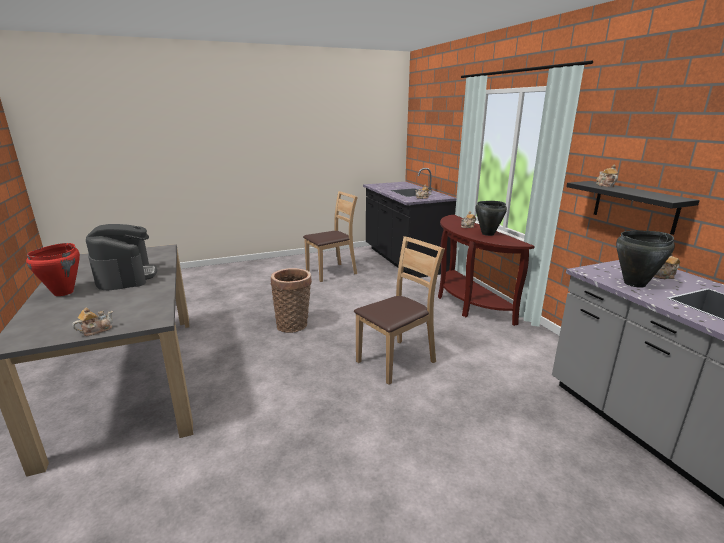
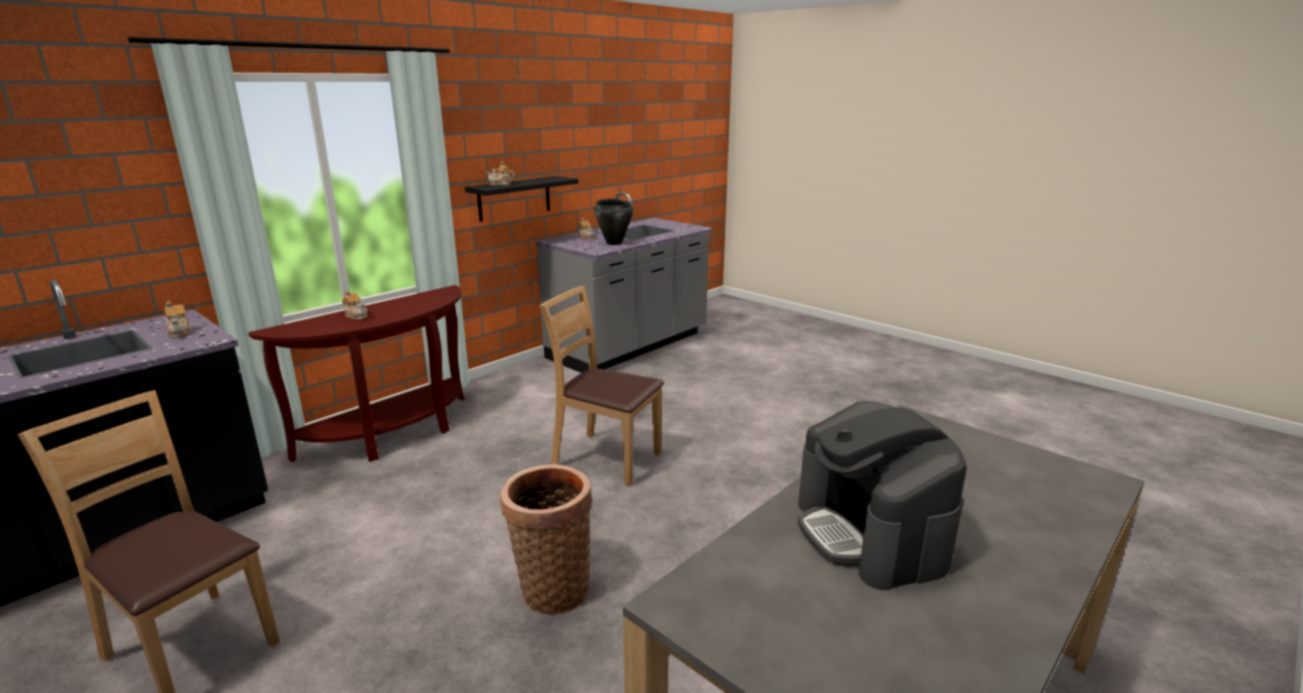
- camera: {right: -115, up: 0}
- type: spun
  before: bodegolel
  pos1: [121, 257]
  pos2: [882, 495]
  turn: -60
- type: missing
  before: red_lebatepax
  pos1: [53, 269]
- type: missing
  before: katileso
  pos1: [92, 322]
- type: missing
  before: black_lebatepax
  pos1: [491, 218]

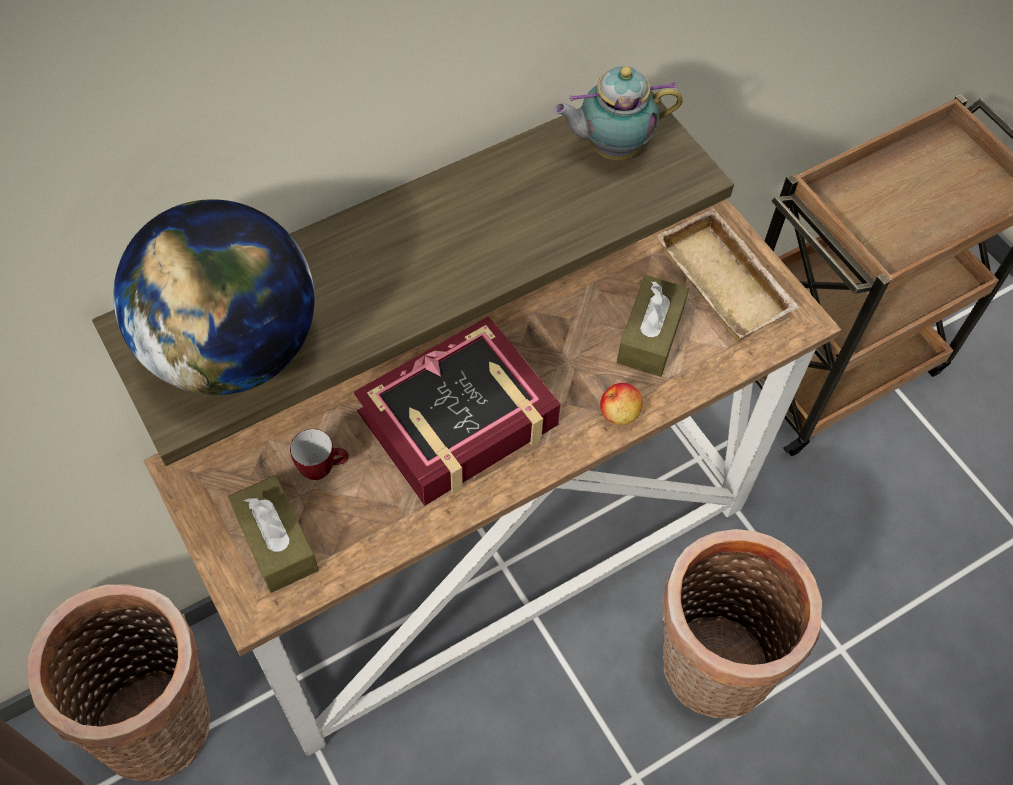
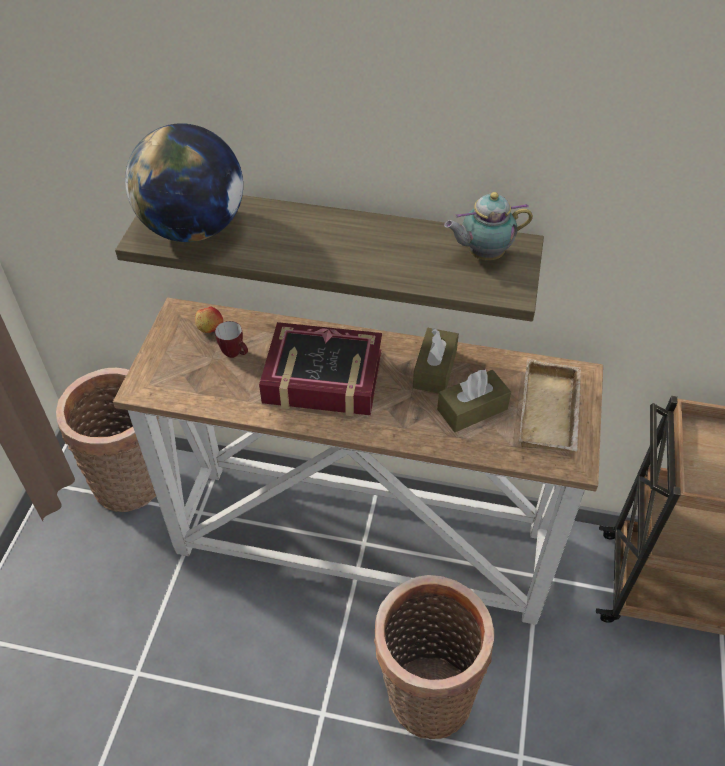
- camera: {right: 45, up: -10}
- type: relocated
  before: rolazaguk
  pos1: [621, 404]
  pos2: [209, 320]
- type: relocated
  before: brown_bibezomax
  pos1: [273, 534]
  pos2: [436, 361]
- type: spun
  before: katileso
  pos1: [618, 113]
  pos2: [488, 226]
  turn: -45

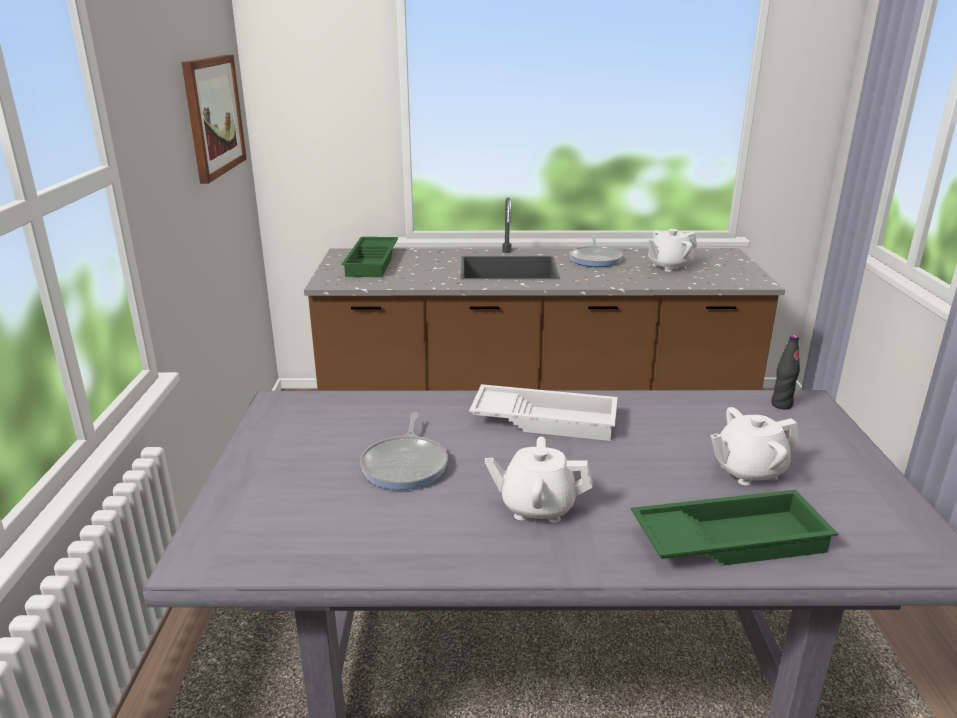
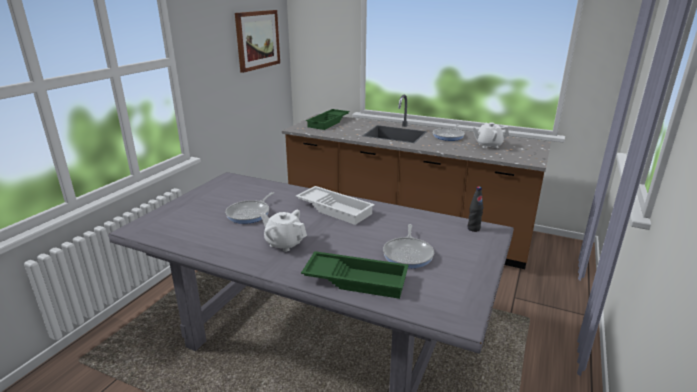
- camera: {right: 25, up: 0}
- type: exchanged
  before: white_katileso
  after: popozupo
  pos1: [754, 446]
  pos2: [408, 246]

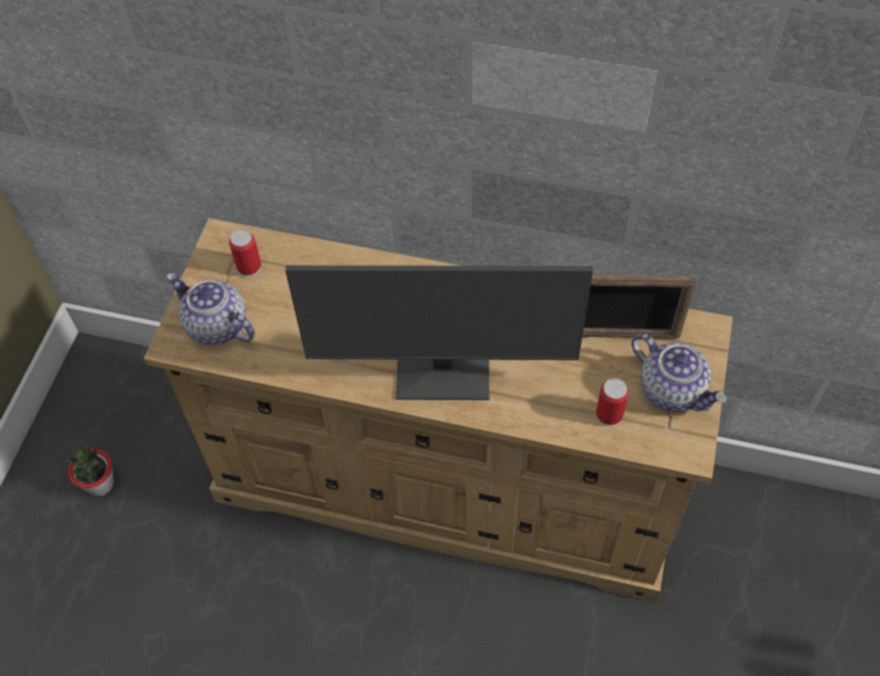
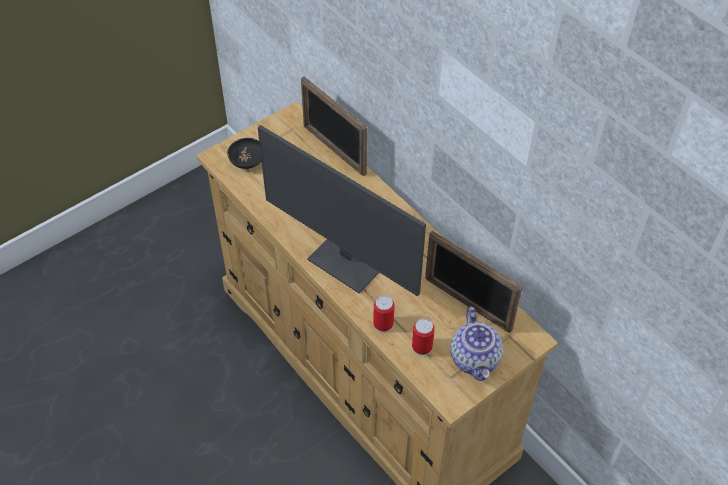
- camera: {right: 35, up: -5}
- type: exchanged
  before: katileso
  after: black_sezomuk
  pos1: [211, 309]
  pos2: [244, 153]
- type: appeared
  after: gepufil
  pos2: [334, 126]
- type: relocated
  before: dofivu
  pos1: [245, 253]
  pos2: [384, 314]
- type: missing
  before: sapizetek
  pos1: [90, 470]

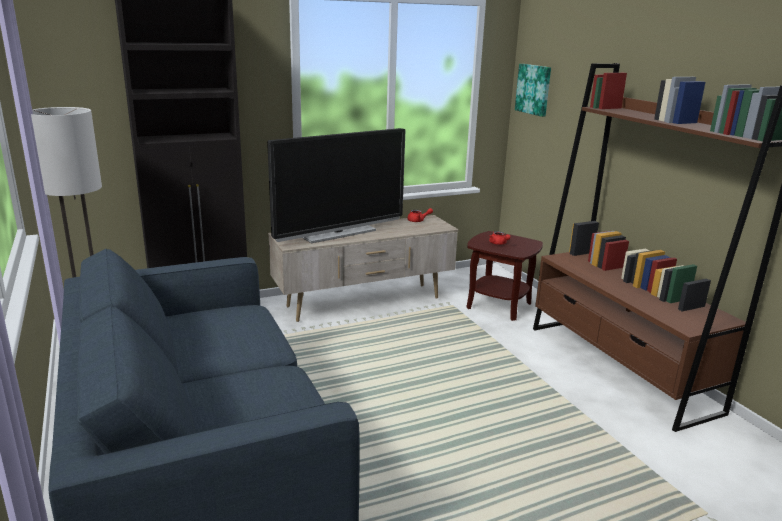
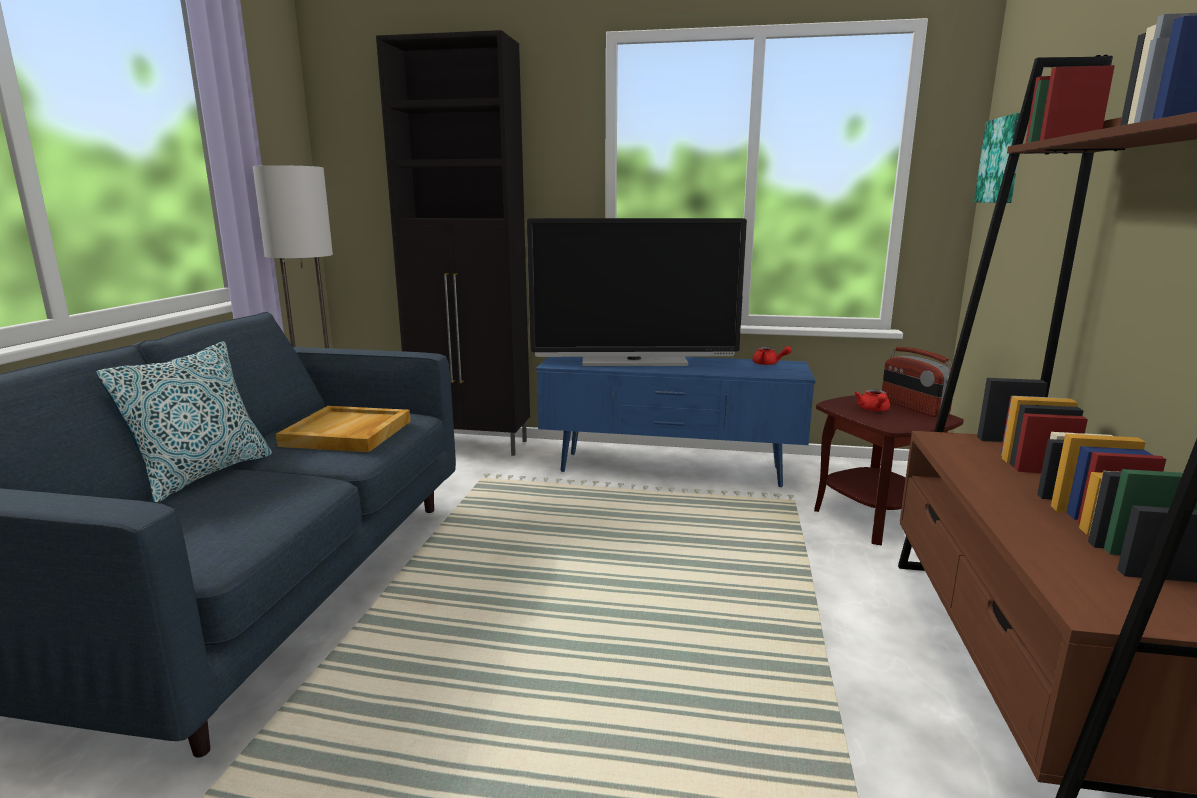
- camera: {right: 35, up: -5}
- type: appeared
  after: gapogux
  pos2: [184, 421]
- type: appeared
  after: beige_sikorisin
  pos2: [343, 429]
- type: colour
  before: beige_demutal
  after: blue_demutal
  pos1: [363, 268]
  pos2: [676, 422]
- type: appeared
  after: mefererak
  pos2: [917, 382]

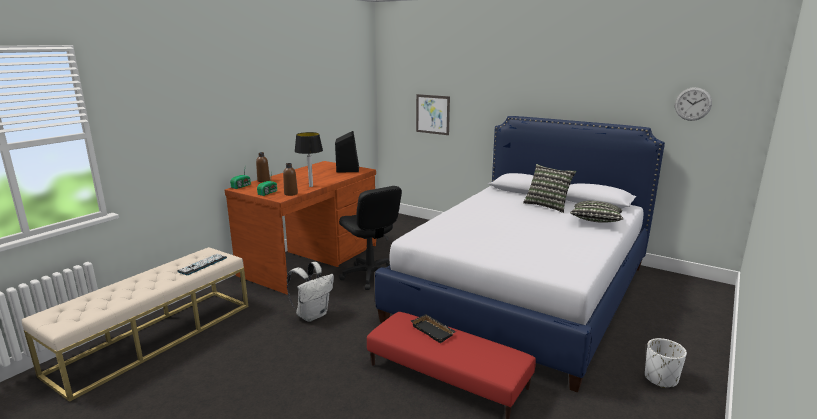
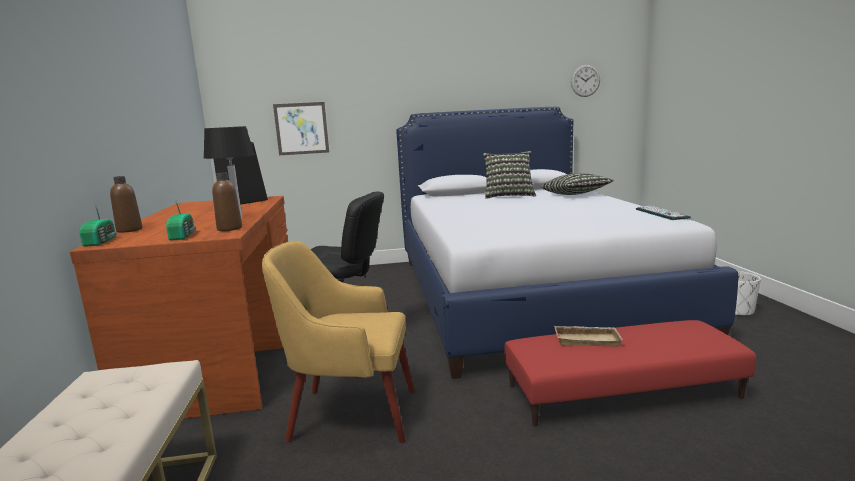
- camera: {right: -40, up: -5}
- type: exchanged
  before: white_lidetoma
  after: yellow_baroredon
  pos1: [310, 292]
  pos2: [338, 342]
- type: colour
  before: black_sikorisin
  after: beige_sikorisin
  pos1: [433, 328]
  pos2: [588, 336]
- type: relocated
  before: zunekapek
  pos1: [202, 264]
  pos2: [663, 213]

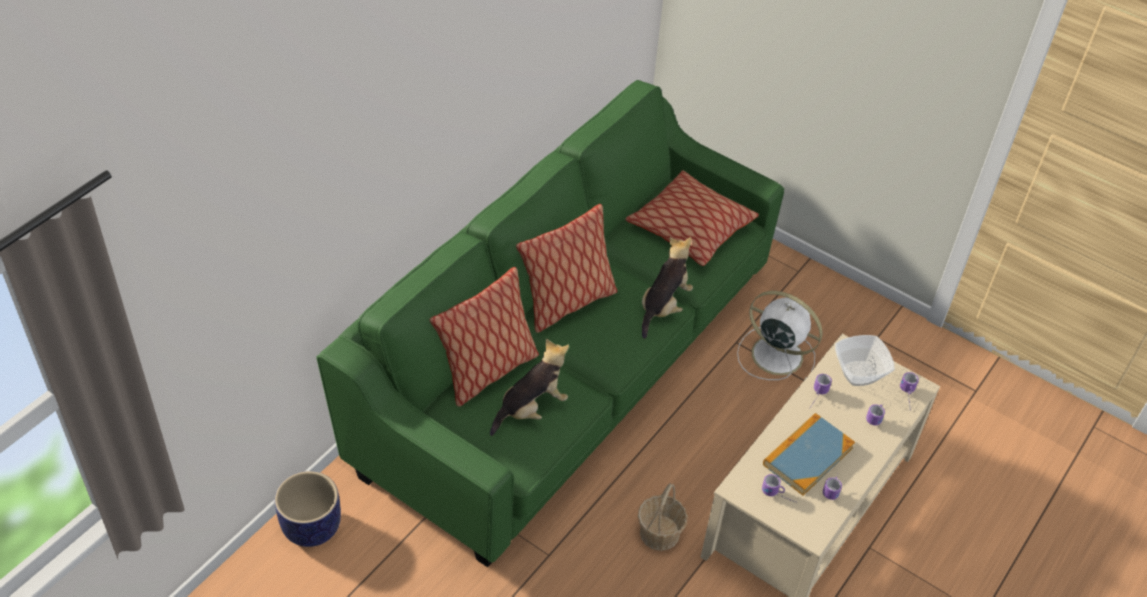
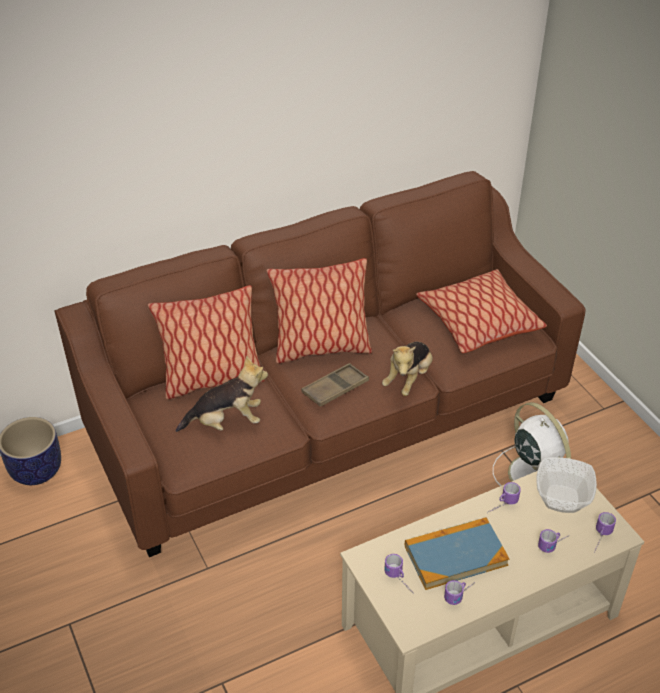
- camera: {right: 30, up: -5}
- type: colour
  before: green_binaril
  after: brown_binaril
  pos1: [550, 323]
  pos2: [320, 364]
- type: appeared
  after: brown_sikorisin
  pos2: [335, 385]
- type: spun
  before: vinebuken
  pos1: [667, 288]
  pos2: [407, 369]
  turn: 150
- type: missing
  before: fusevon
  pos1: [663, 517]

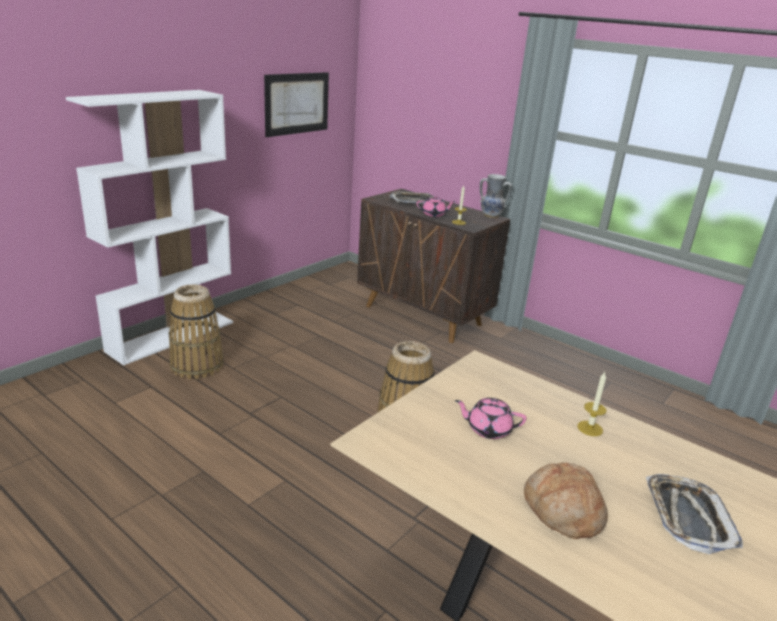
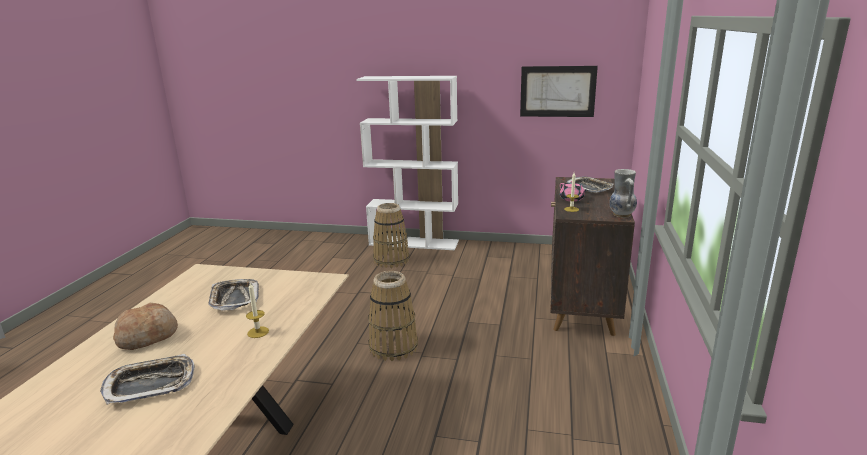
- camera: {right: 65, up: -5}
- type: exchanged
  before: pink_katileso
  after: sikorisin
  pos1: [491, 418]
  pos2: [234, 294]

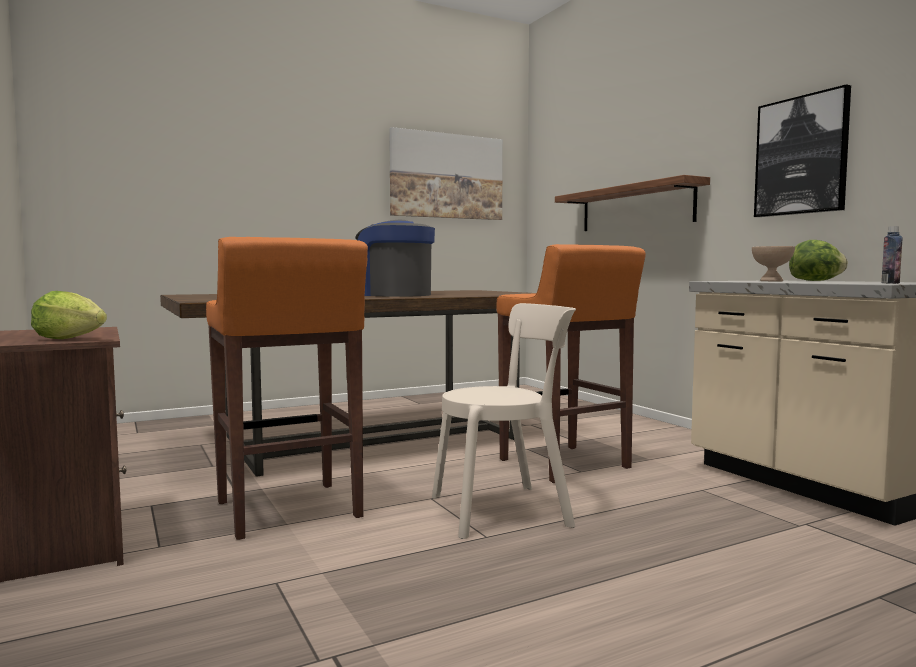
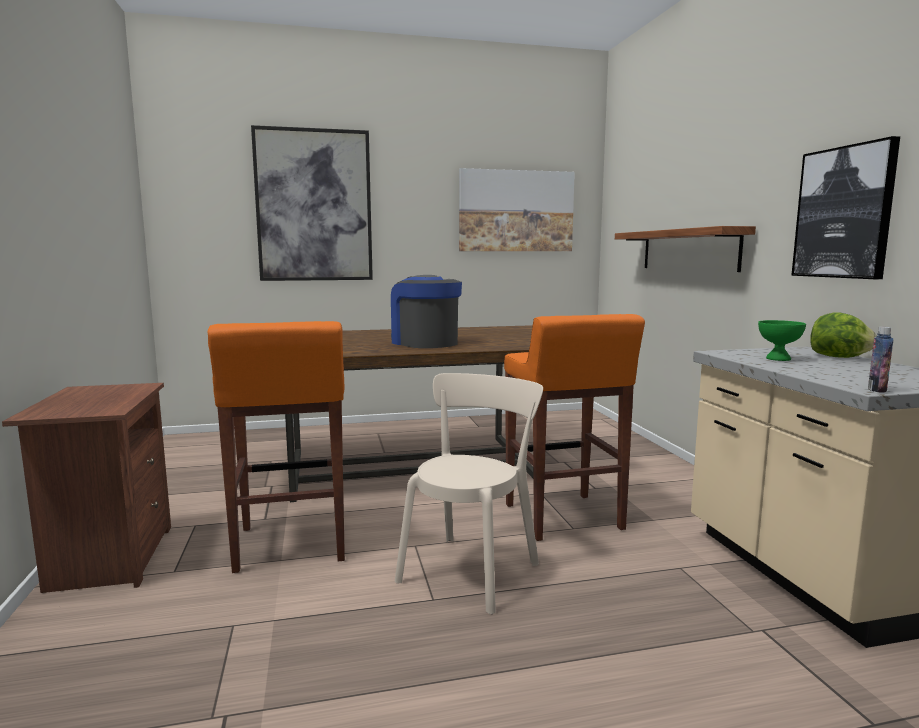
- camera: {right: 15, up: 5}
- type: appeared
  after: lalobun
  pos2: [312, 203]
- type: spun
  before: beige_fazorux
  pos1: [504, 421]
  pos2: [469, 493]
  turn: -60
- type: colour
  before: beige_sezomuk
  after: green_sezomuk
  pos1: [773, 263]
  pos2: [782, 340]
- type: missing
  before: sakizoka
  pos1: [69, 315]

